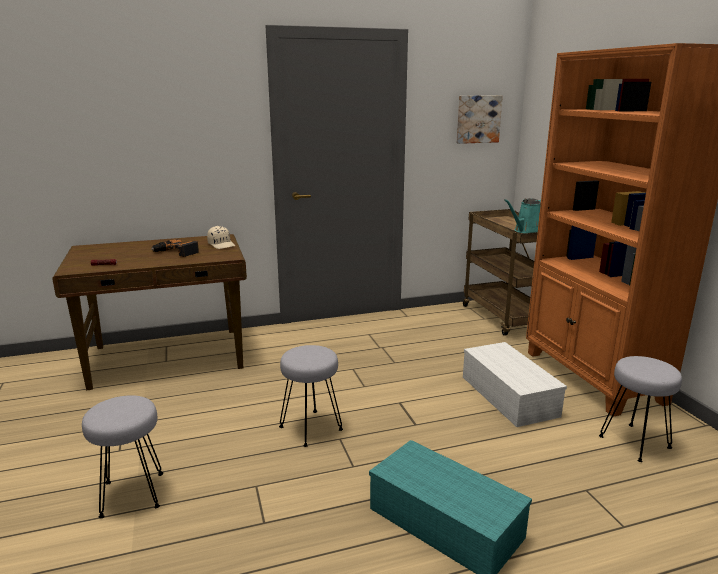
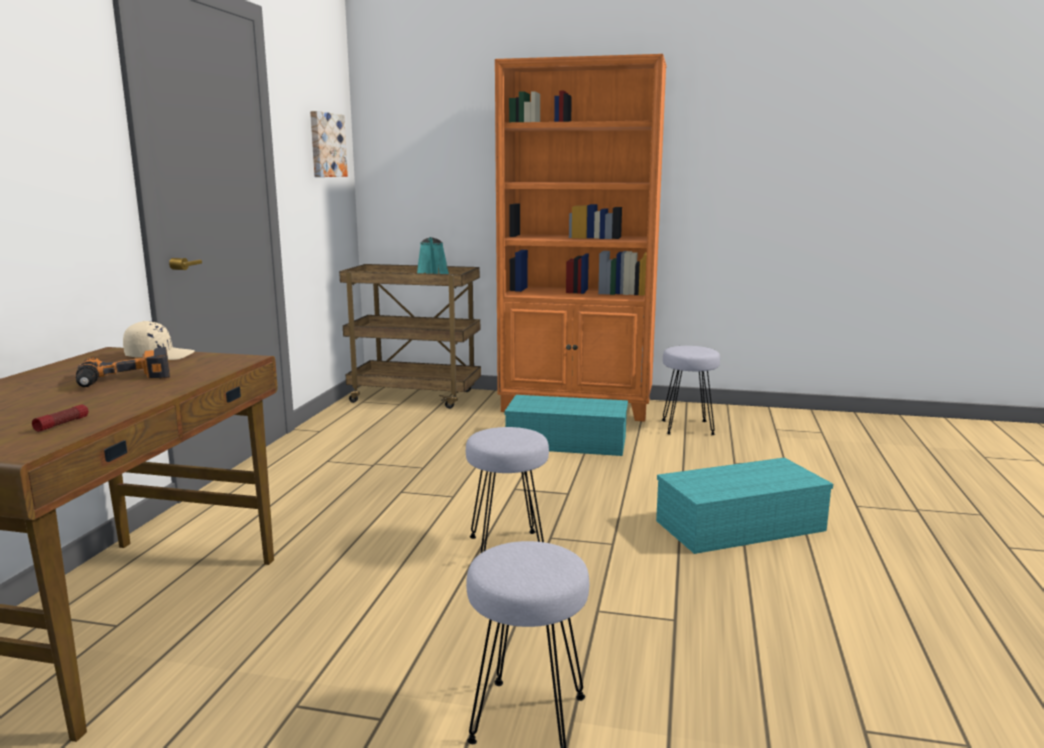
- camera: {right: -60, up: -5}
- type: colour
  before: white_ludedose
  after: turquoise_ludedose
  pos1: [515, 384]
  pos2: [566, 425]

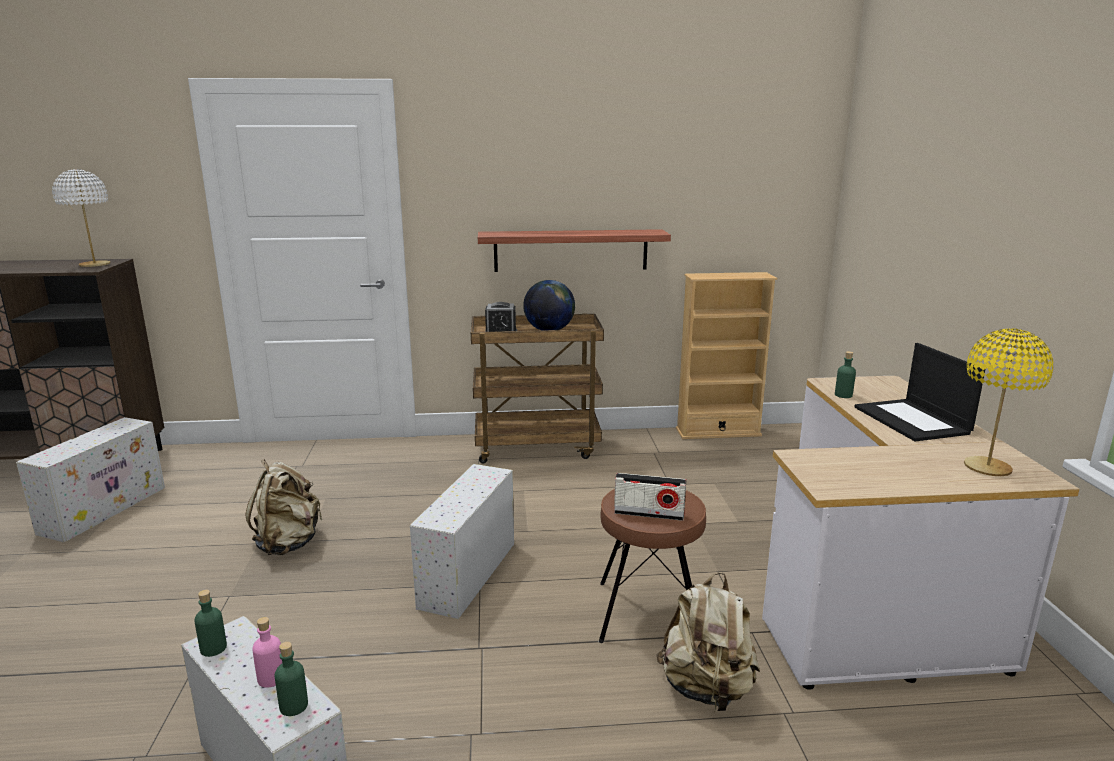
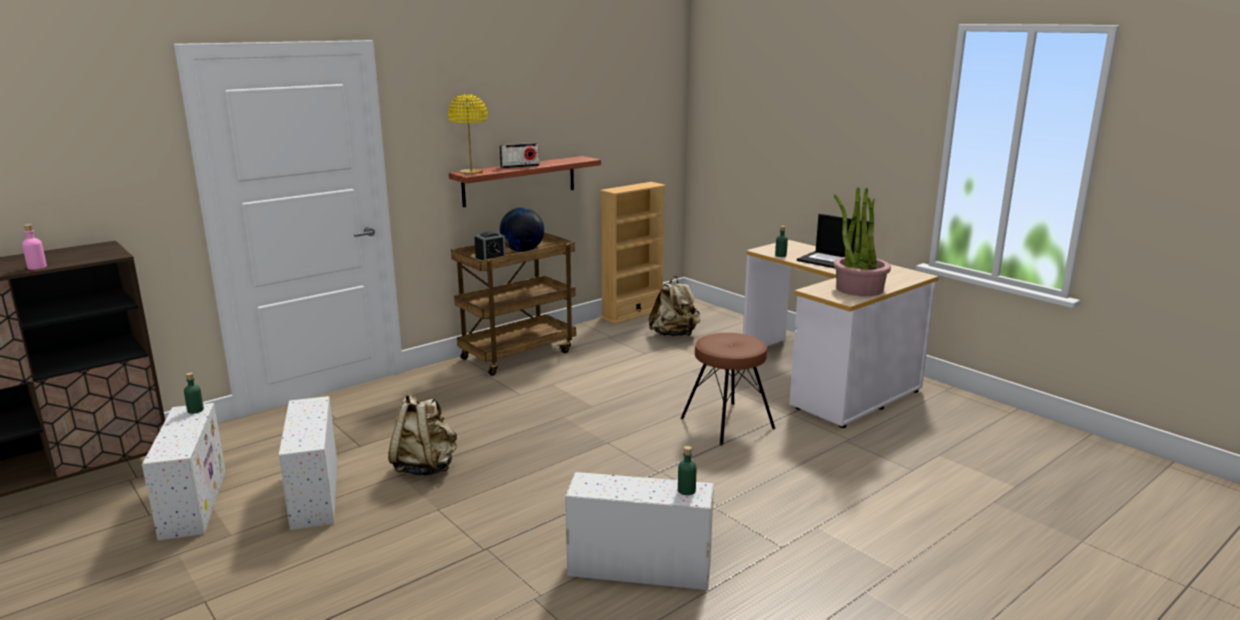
- camera: {right: -35, up: 0}
- type: relocated
  before: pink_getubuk
  pos1: [267, 652]
  pos2: [34, 247]
- type: relocated
  before: green_getubuk
  pos1: [210, 623]
  pos2: [194, 393]
- type: relocated
  before: white_ludedose
  pos1: [462, 541]
  pos2: [308, 463]
- type: relocated
  before: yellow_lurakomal
  pos1: [1009, 402]
  pos2: [468, 134]
- type: relocated
  before: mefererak
  pos1: [650, 497]
  pos2: [519, 155]
- type: relocated
  before: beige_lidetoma
  pos1: [708, 642]
  pos2: [675, 306]
- type: appeared
  after: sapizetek
  pos2: [862, 241]
- type: missing
  before: white_lurakomal
  pos1: [81, 218]

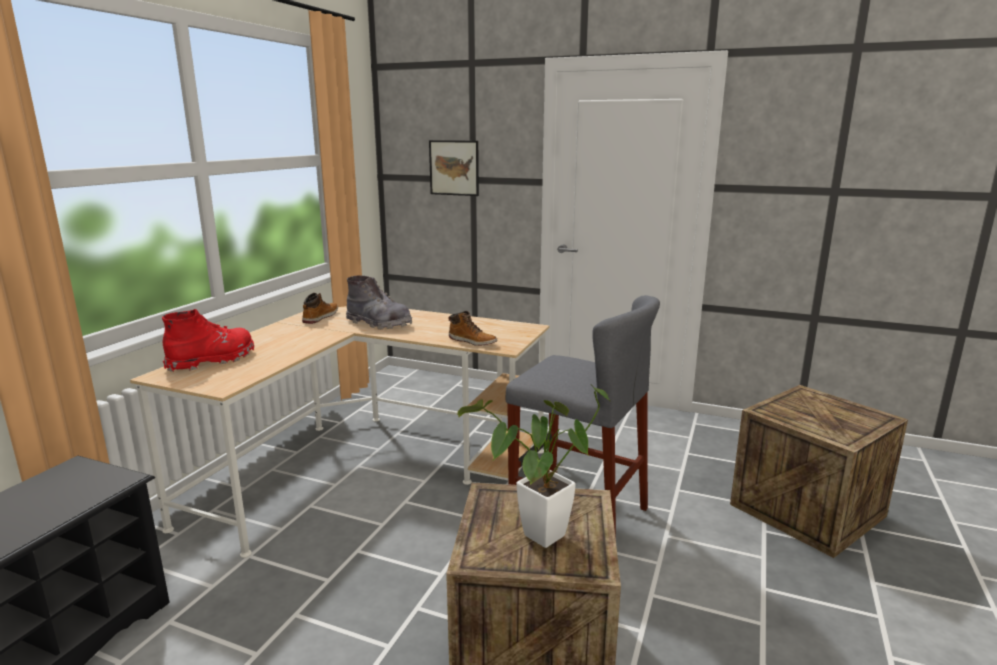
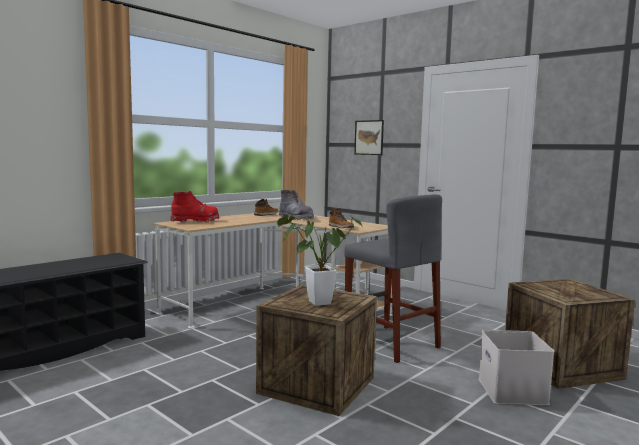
- camera: {right: 20, up: -10}
- type: appeared
  after: white_ludedose
  pos2: [516, 367]

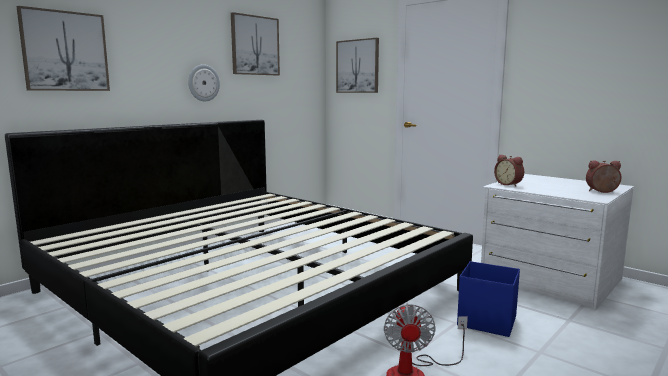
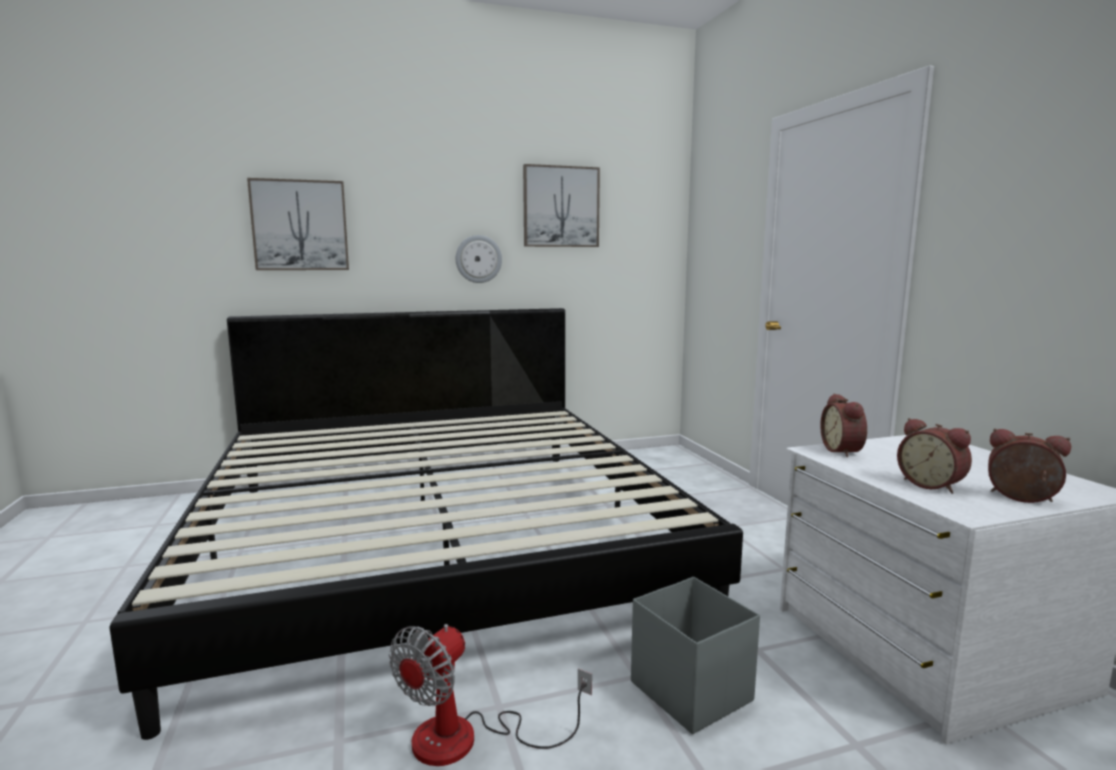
- camera: {right: 30, up: 0}
- type: colour
  before: blue_ludedose
  after: grey_ludedose
  pos1: [488, 299]
  pos2: [695, 655]
- type: appeared
  after: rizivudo
  pos2: [934, 456]
- type: missing
  before: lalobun
  pos1: [357, 65]

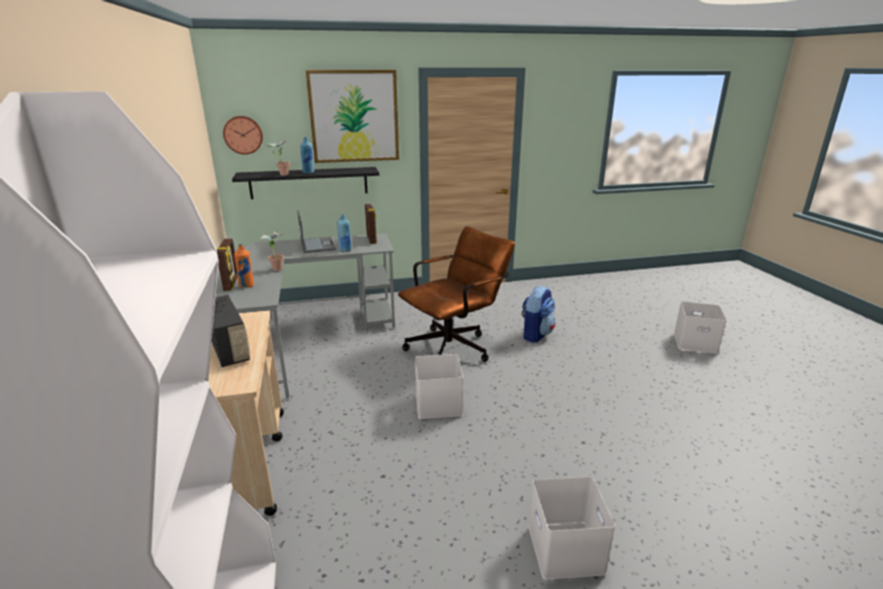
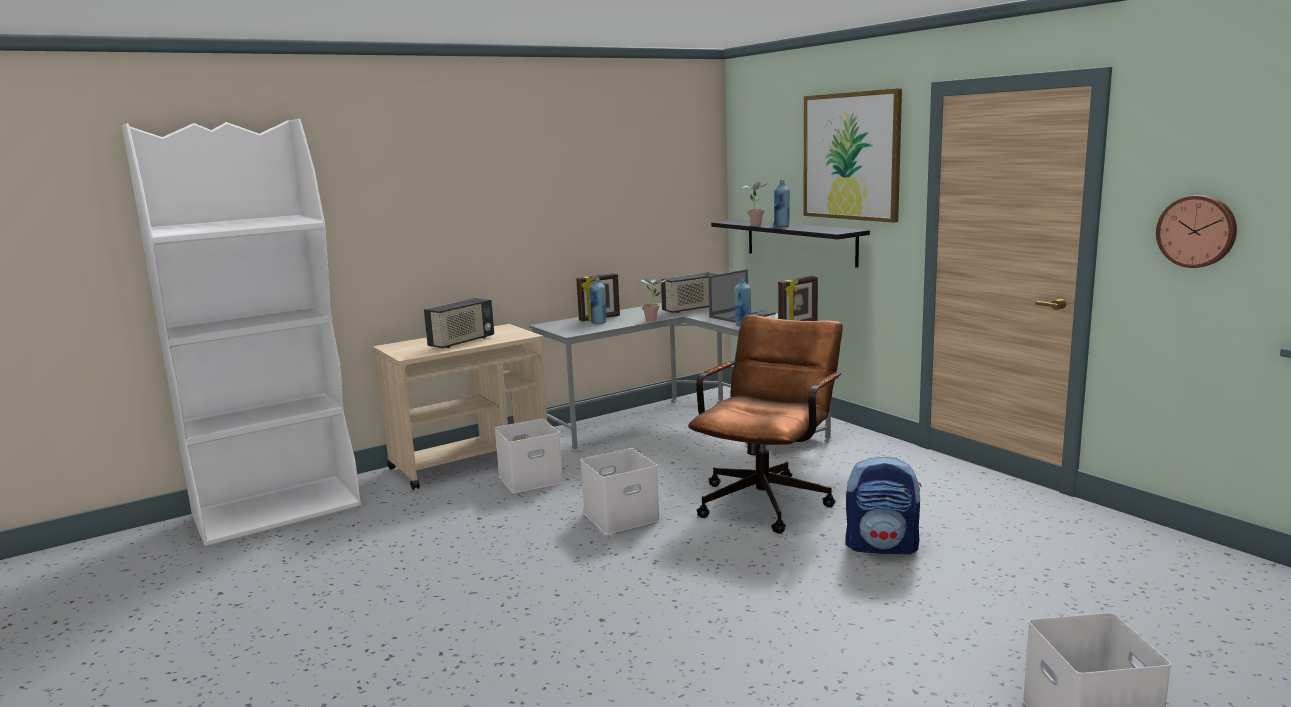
- camera: {right: 70, up: -10}
- type: relocated
  before: white_ludedose
  pos1: [571, 528]
  pos2: [529, 456]
- type: colour
  before: orange_getubuk
  after: blue_getubuk
  pos1: [244, 266]
  pos2: [598, 300]
- type: appeared
  after: mefererak
  pos2: [689, 292]
- type: spun
  before: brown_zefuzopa
  pos1: [456, 294]
  pos2: [765, 424]
  turn: -90
- type: relocated
  before: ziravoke
  pos1: [243, 135]
  pos2: [1196, 231]

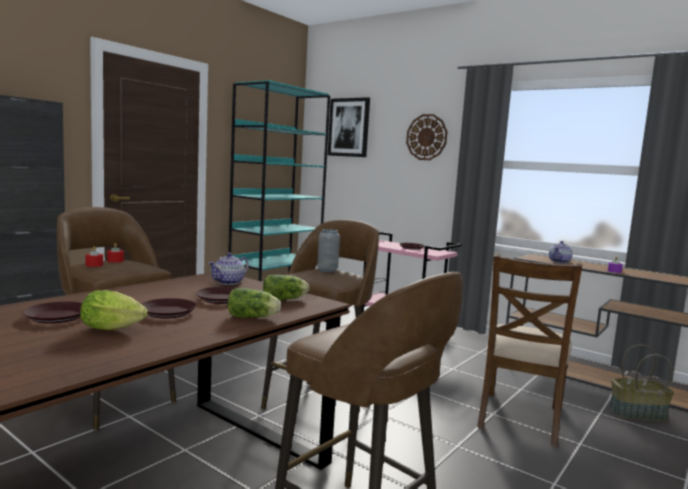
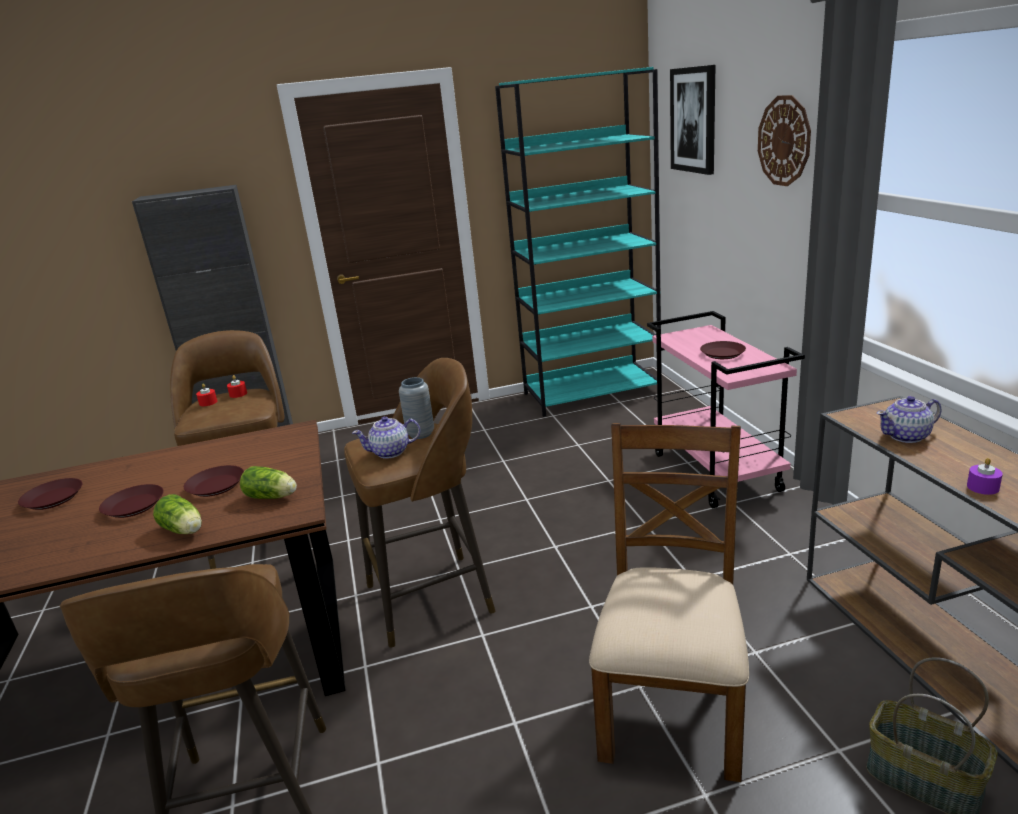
- camera: {right: 40, up: 15}
- type: relocated
  before: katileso
  pos1: [228, 269]
  pos2: [386, 437]
- type: spun
  before: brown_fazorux
  pos1: [529, 350]
  pos2: [669, 602]
  turn: 135
- type: missing
  before: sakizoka
  pos1: [114, 310]

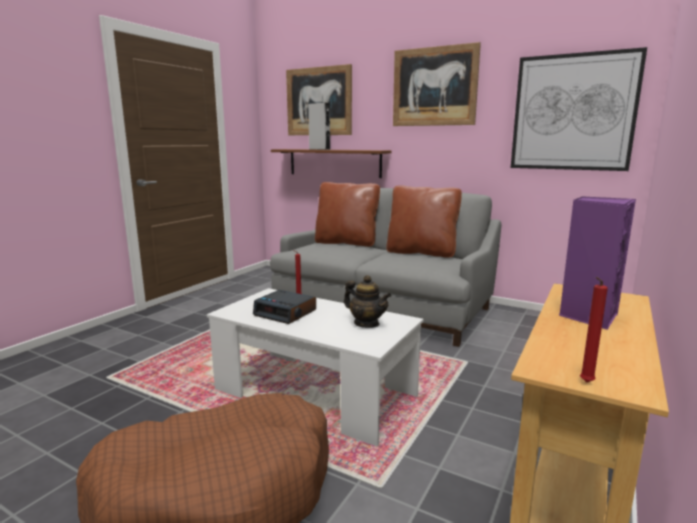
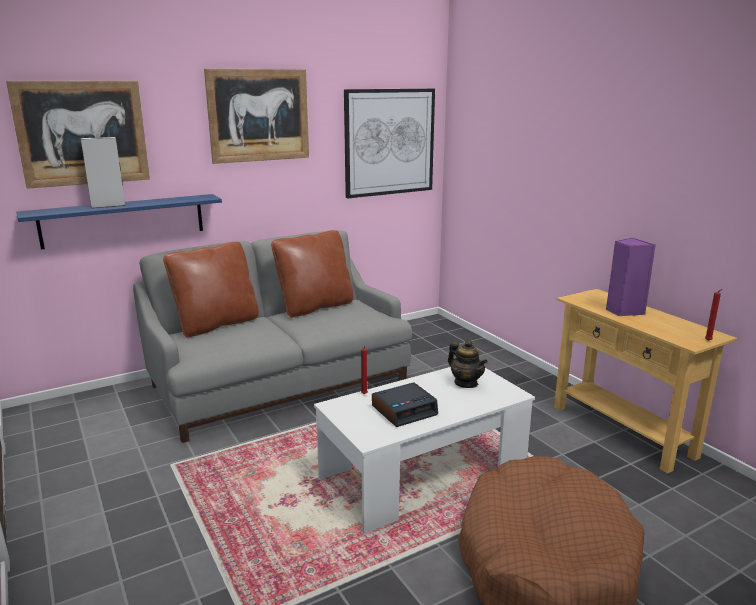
- camera: {right: -60, up: 5}
- type: colour
  before: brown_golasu
  after: blue_golasu
  pos1: [331, 163]
  pos2: [119, 222]
- type: spun
  before: katileso
  pos1: [367, 301]
  pos2: [468, 364]
  turn: 75

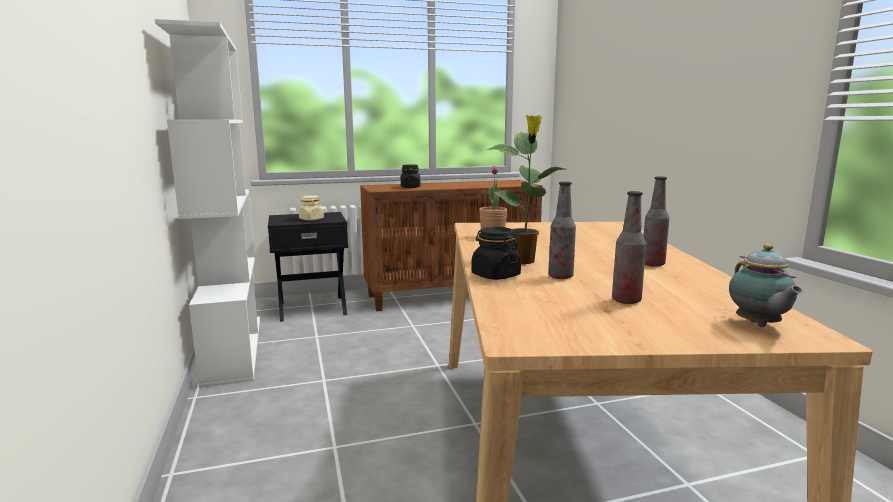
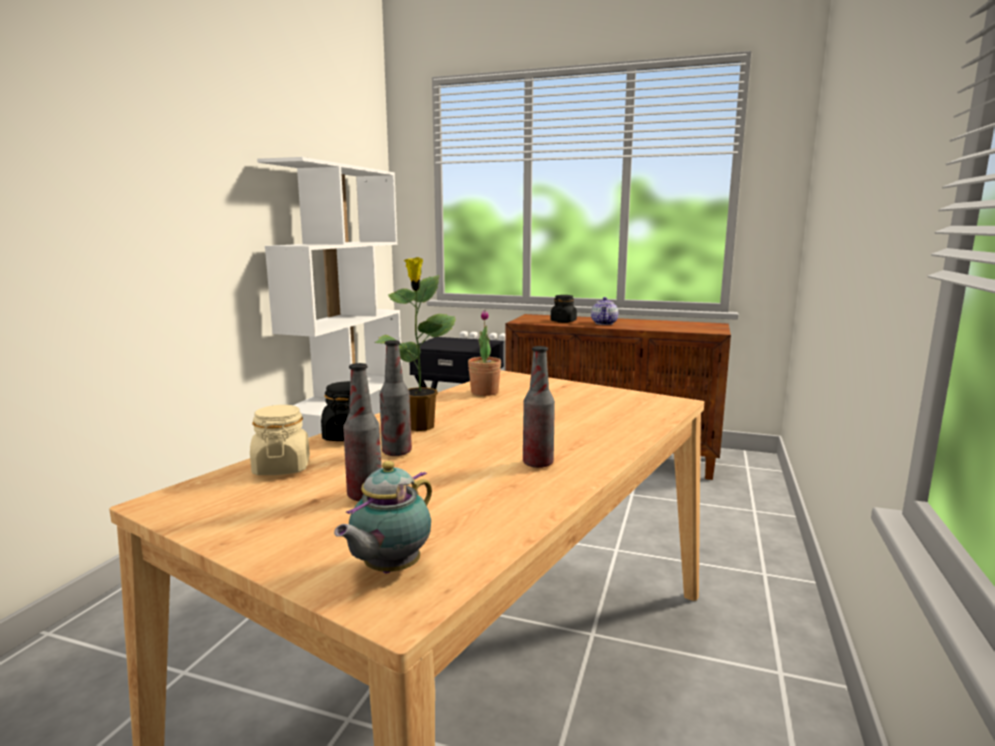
- camera: {right: 35, up: 0}
- type: relocated
  before: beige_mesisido
  pos1: [311, 208]
  pos2: [280, 440]
- type: appeared
  after: katileso
  pos2: [604, 311]

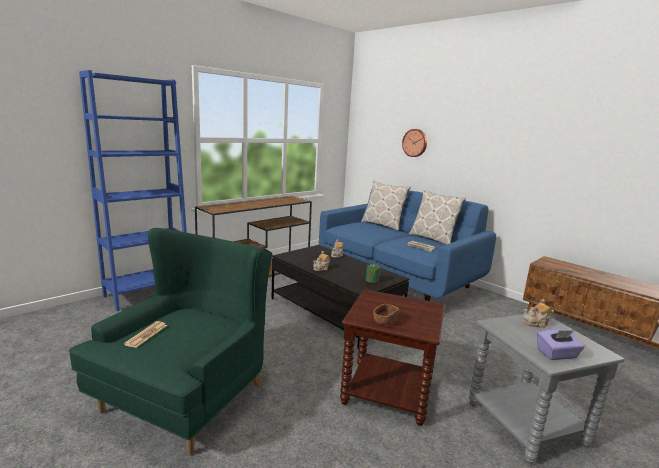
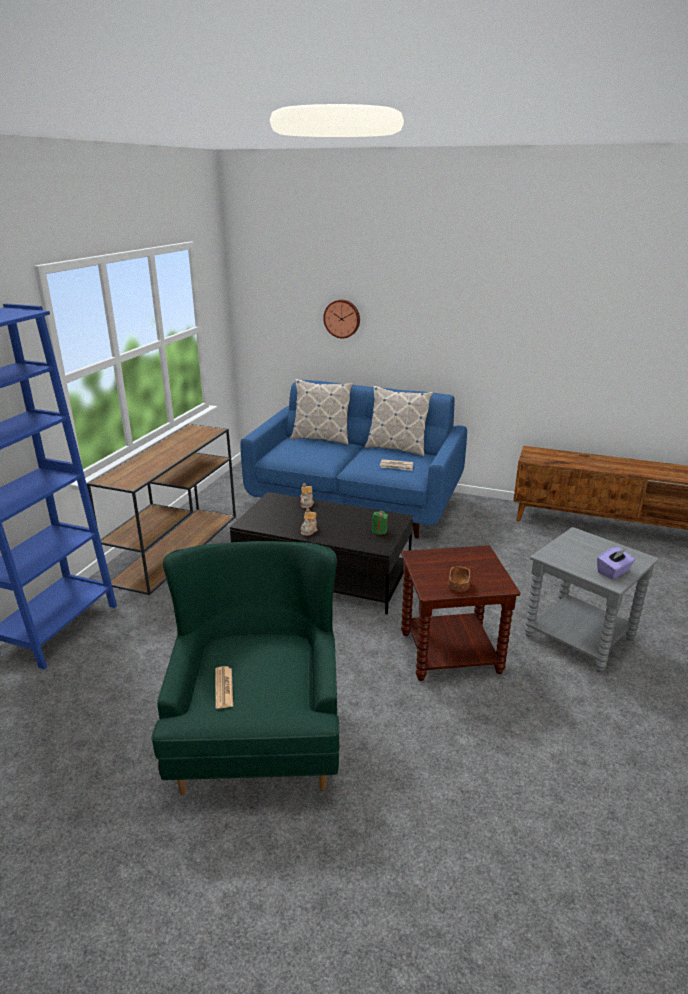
- camera: {right: -25, up: 10}
- type: missing
  before: katileso
  pos1: [539, 313]

